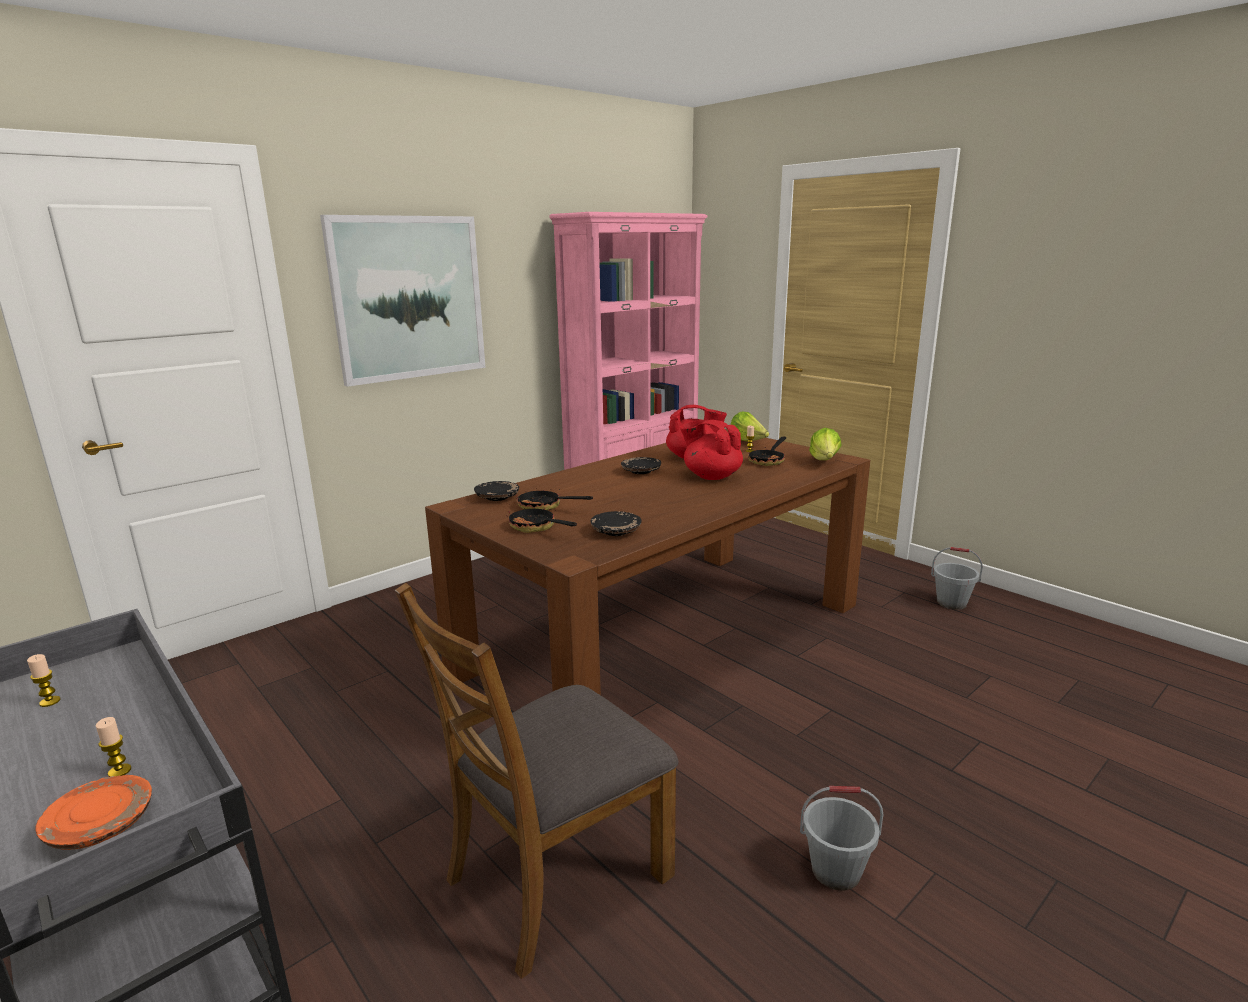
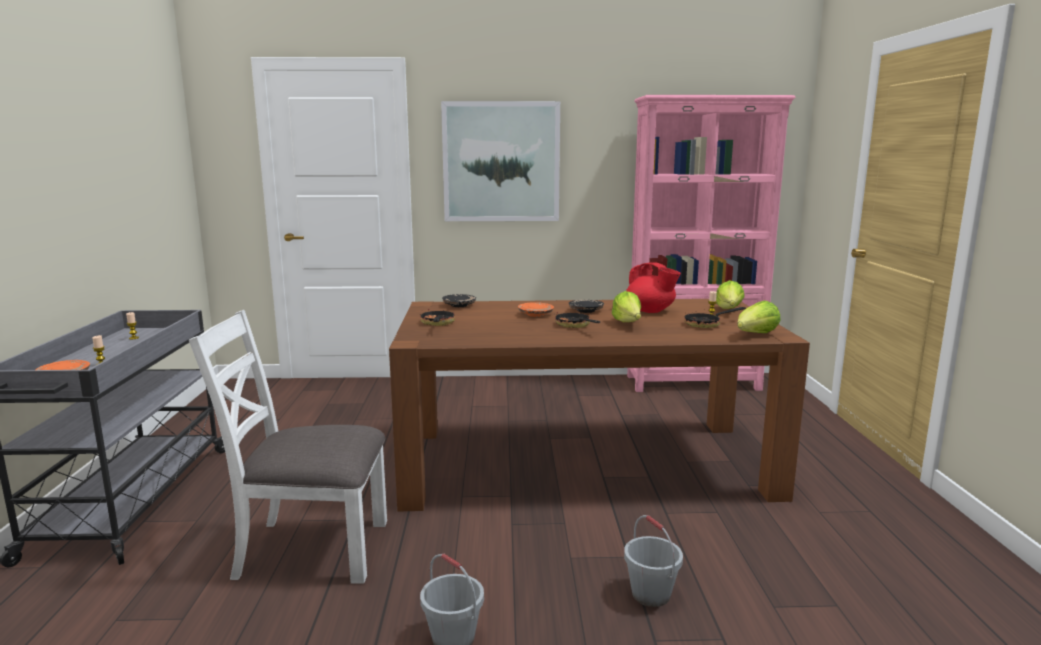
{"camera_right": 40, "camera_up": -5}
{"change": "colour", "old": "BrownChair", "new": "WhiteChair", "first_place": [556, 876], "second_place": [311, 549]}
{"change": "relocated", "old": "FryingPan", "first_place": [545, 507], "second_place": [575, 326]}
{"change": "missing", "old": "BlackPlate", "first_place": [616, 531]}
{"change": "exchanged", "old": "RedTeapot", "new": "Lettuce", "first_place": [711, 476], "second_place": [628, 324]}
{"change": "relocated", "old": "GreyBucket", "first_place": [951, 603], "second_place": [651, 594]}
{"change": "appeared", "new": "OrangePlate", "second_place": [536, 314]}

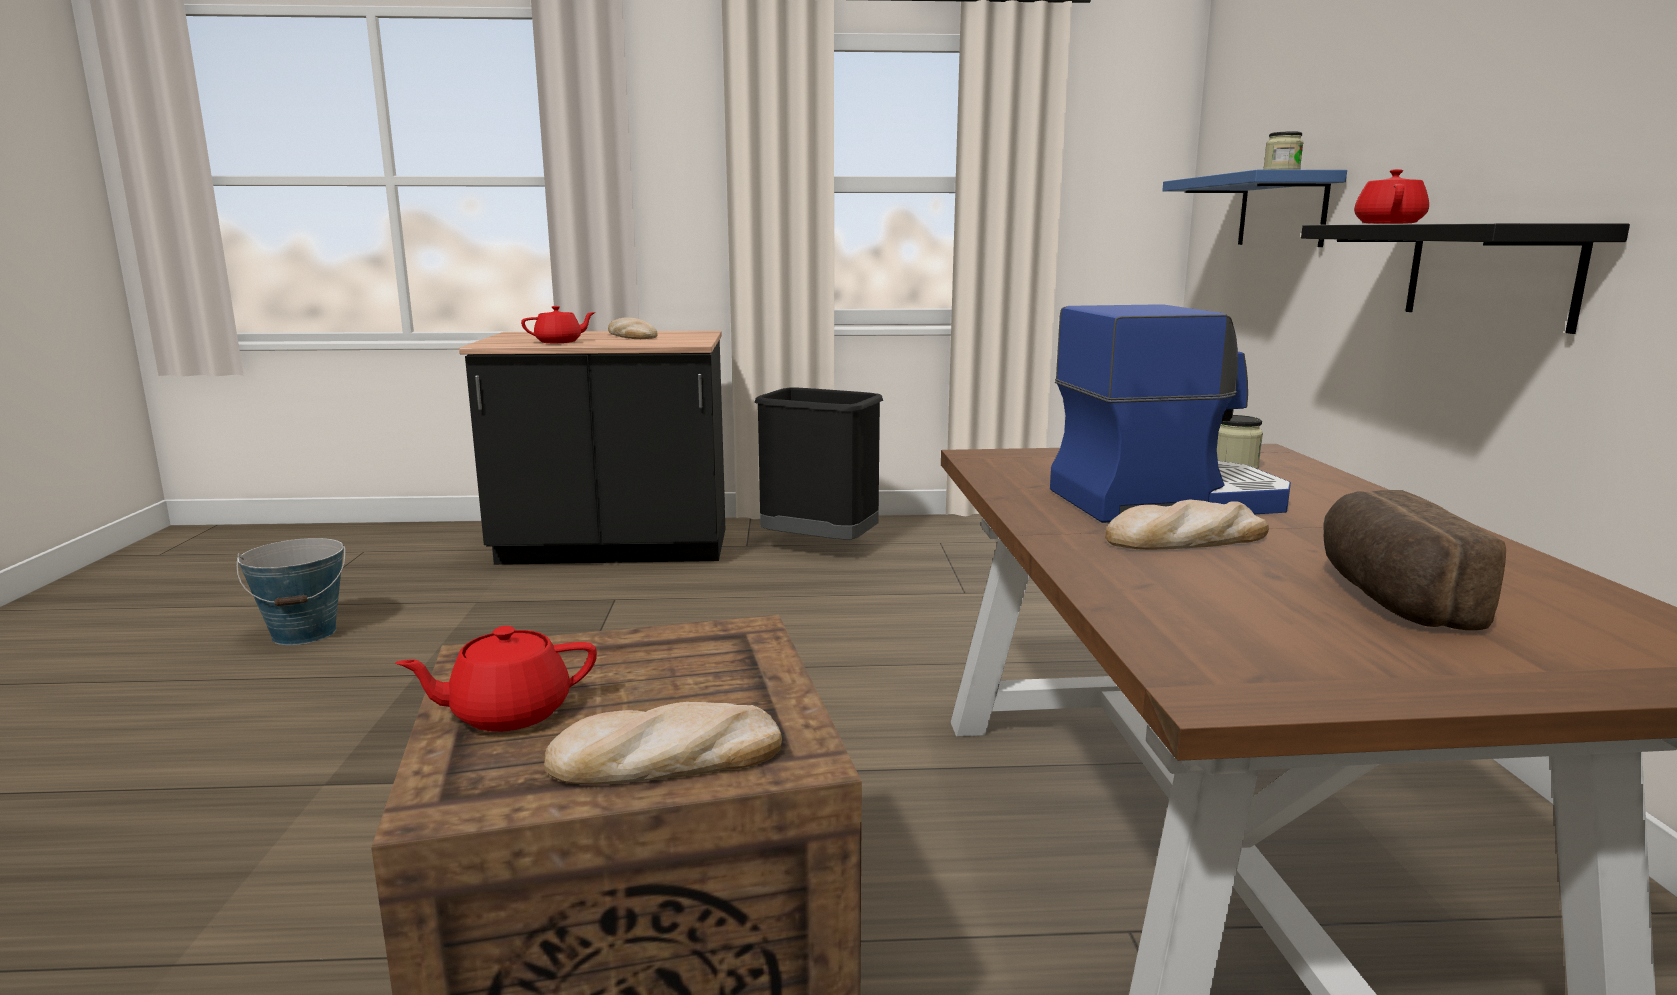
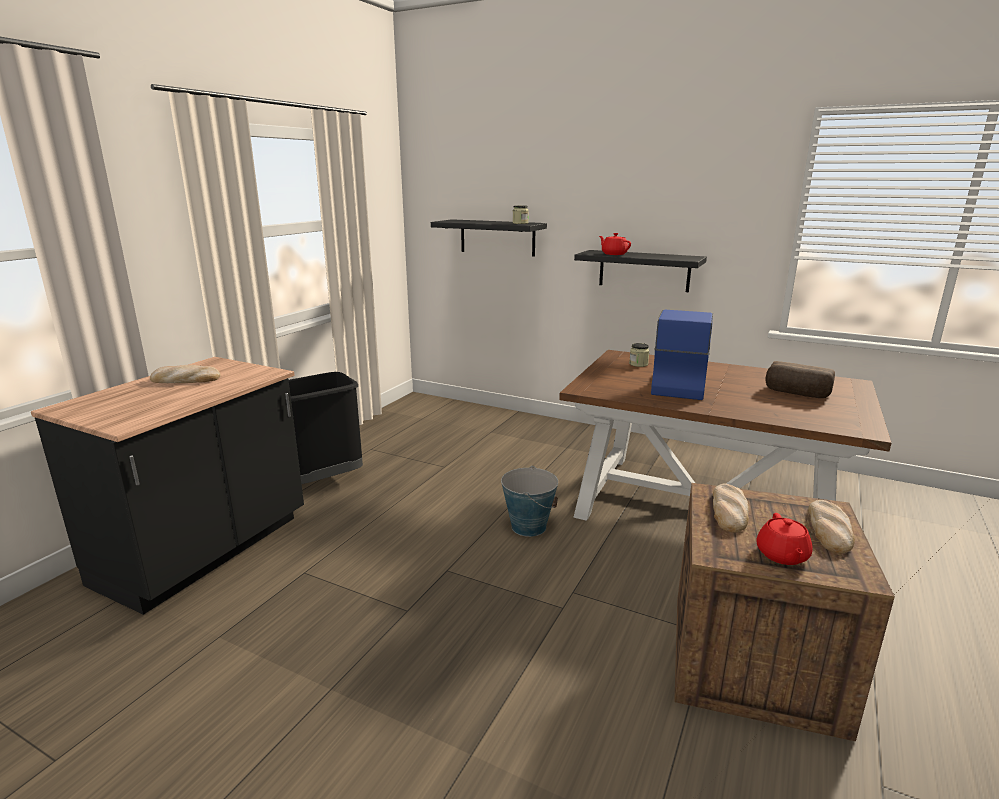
{"camera_right": -60, "camera_up": 5}
{"change": "relocated", "old": "Bucket", "first_place": [305, 633], "second_place": [528, 526]}
{"change": "missing", "old": "RedTeapot", "first_place": [559, 342]}
{"change": "relocated", "old": "Bread", "first_place": [1186, 539], "second_place": [729, 511]}
{"change": "colour", "old": "BlueShelf", "new": "BlackShelf", "first_place": [1281, 211], "second_place": [497, 237]}

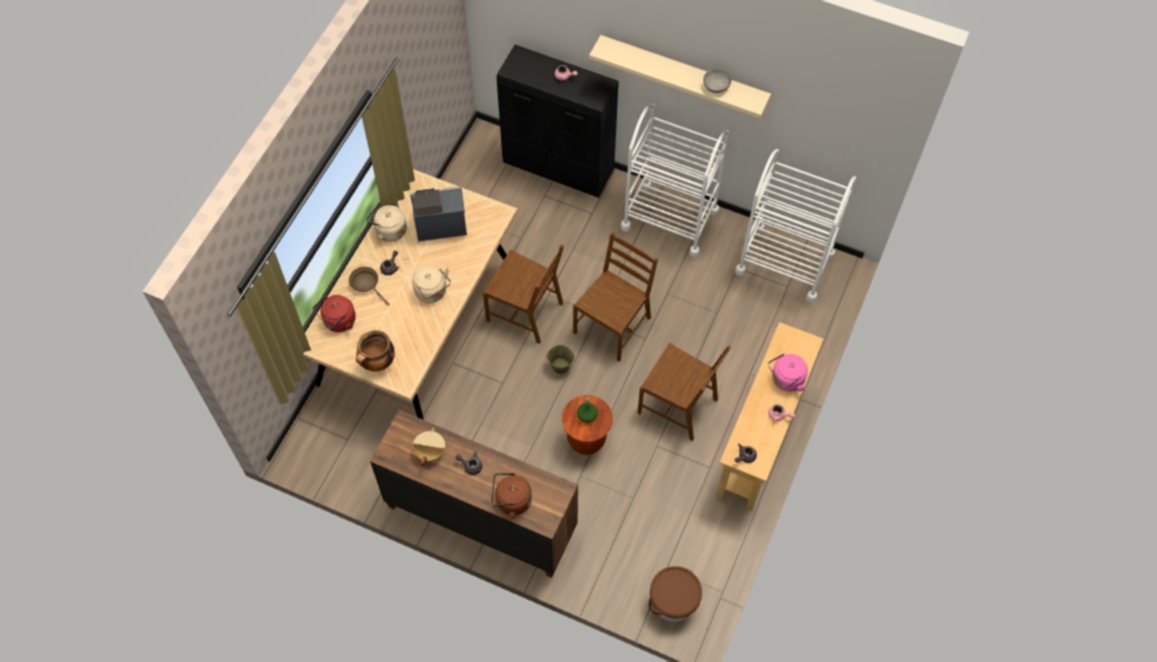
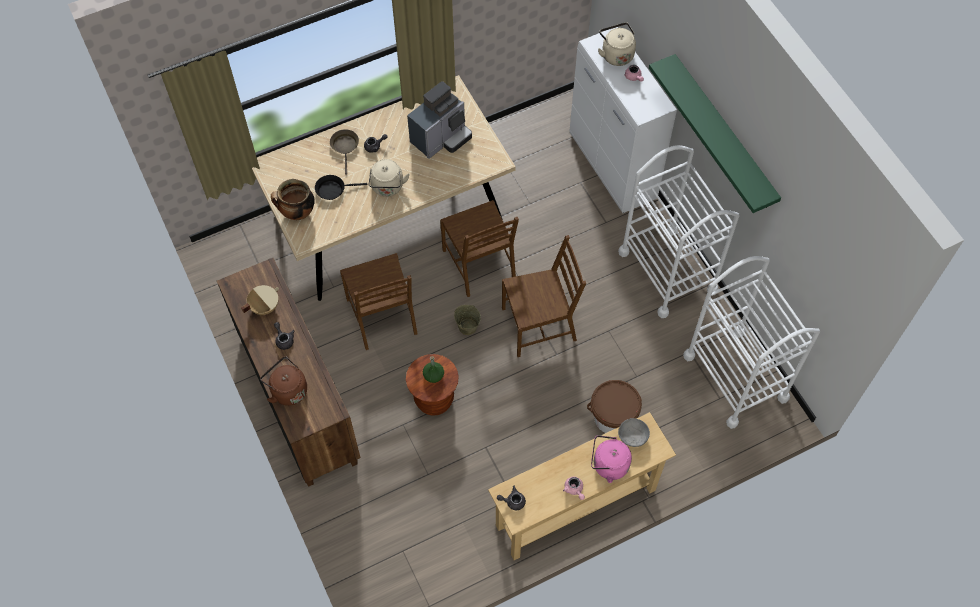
{"camera_right": 40, "camera_up": 0}
{"change": "missing", "old": "RedKettle", "first_place": [338, 322]}
{"change": "relocated", "old": "BeigeKettle", "first_place": [389, 230], "second_place": [616, 54]}
{"change": "spun", "old": "CoffeeMachine", "first_place": [438, 224], "second_place": [441, 138], "degrees": 105}
{"change": "colour", "old": "BlackCabinet", "new": "WhiteCabinet", "first_place": [559, 167], "second_place": [613, 168]}
{"change": "colour", "old": "BeigeShelf", "new": "GreenShelf", "first_place": [683, 74], "second_place": [723, 133]}
{"change": "relocated", "old": "BrownChair", "first_place": [679, 405], "second_place": [383, 316]}
{"change": "relocated", "old": "BrownBucket", "first_place": [673, 602], "second_place": [612, 417]}
{"change": "relocated", "old": "GreyBowl", "first_place": [716, 86], "second_place": [633, 437]}
{"change": "appeared", "new": "BlackFryingPan", "second_place": [333, 190]}

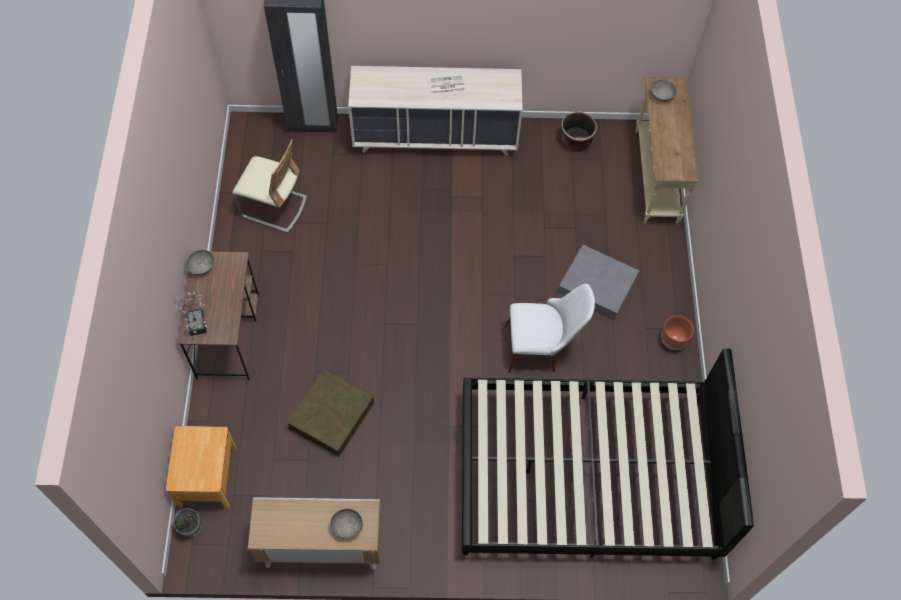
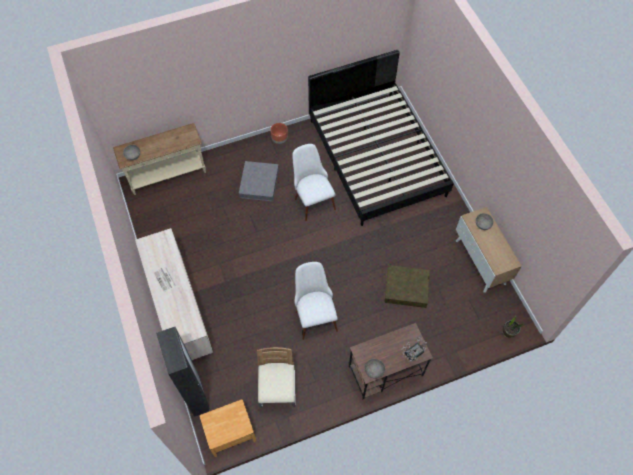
{"camera_right": -110, "camera_up": 0}
{"change": "relocated", "old": "BrownNightstand", "first_place": [207, 477], "second_place": [230, 432]}
{"change": "missing", "old": "BrownPlanter", "first_place": [576, 140]}
{"change": "appeared", "new": "WhiteChair", "second_place": [314, 314]}

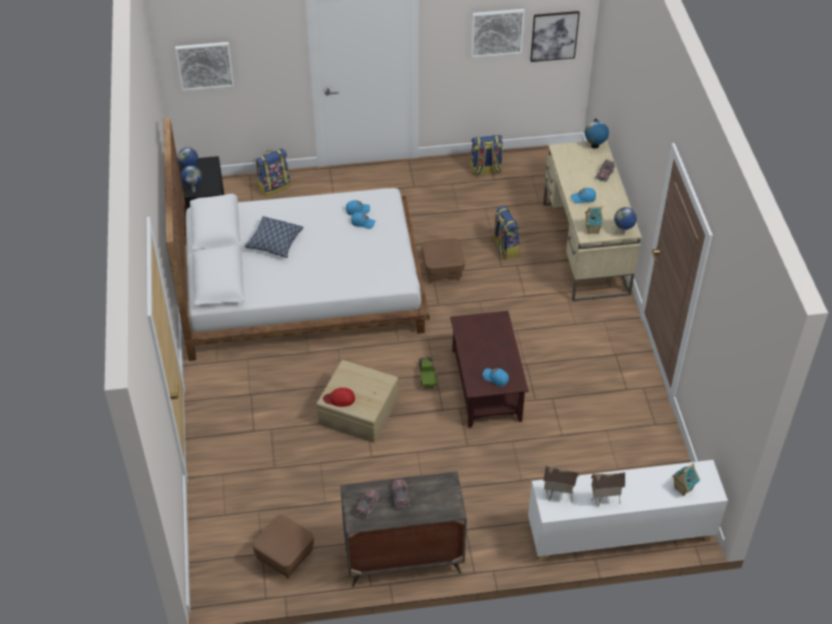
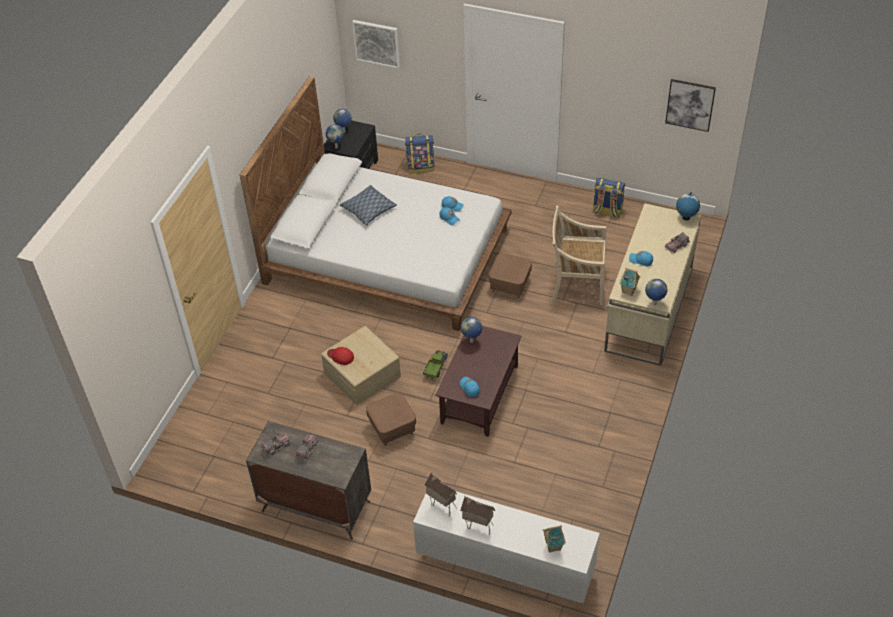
{"camera_right": 30, "camera_up": 0}
{"change": "relocated", "old": "BrownOttoman", "first_place": [285, 556], "second_place": [392, 428]}
{"change": "missing", "old": "Picture", "first_place": [497, 32]}
{"change": "exchanged", "old": "Backpack", "new": "BeigeChair", "first_place": [504, 248], "second_place": [577, 284]}
{"change": "appeared", "new": "Globe", "second_place": [472, 341]}

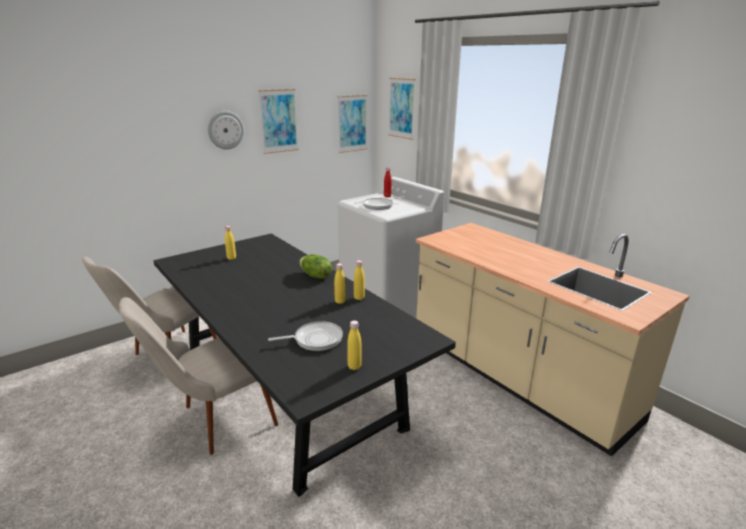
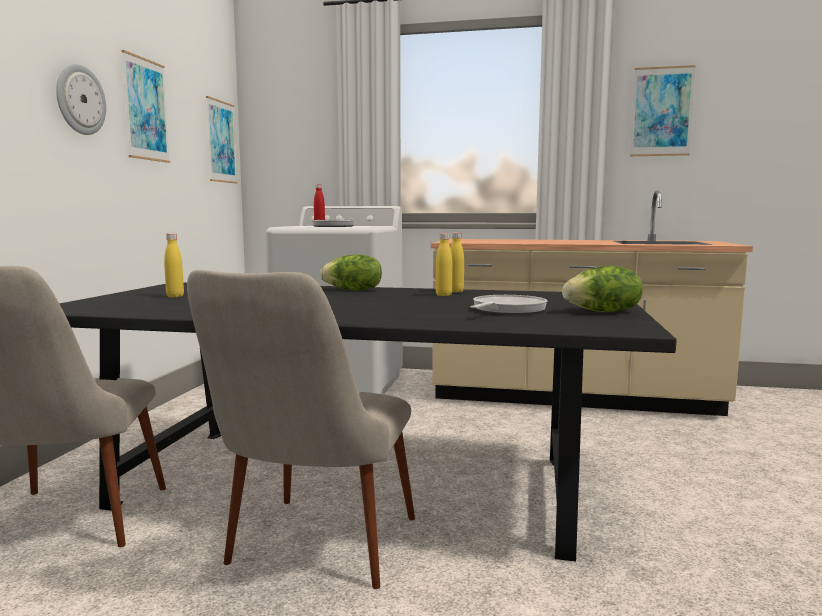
{"camera_right": -40, "camera_up": -15}
{"change": "exchanged", "old": "YellowBottle", "new": "Lettuce", "first_place": [354, 366], "second_place": [603, 312]}
{"change": "relocated", "old": "Picture", "first_place": [401, 108], "second_place": [661, 112]}

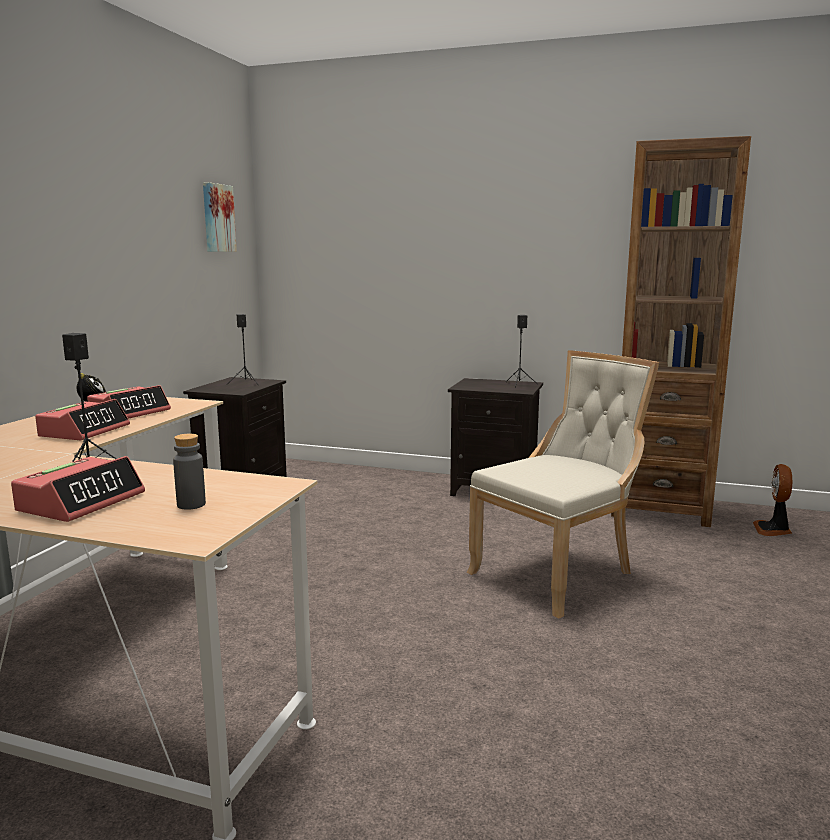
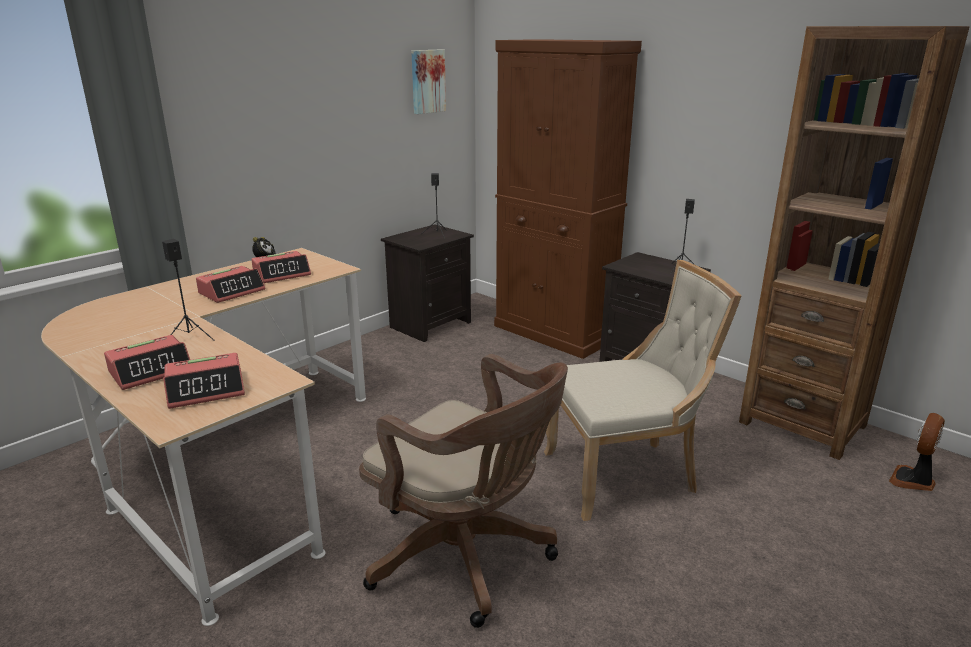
{"camera_right": 25, "camera_up": 10}
{"change": "exchanged", "old": "GreyBottle", "new": "AlarmClock", "first_place": [191, 505], "second_place": [206, 390]}
{"change": "appeared", "new": "BrownOfficeChair", "second_place": [466, 557]}
{"change": "appeared", "new": "BrownCabinet", "second_place": [554, 333]}

